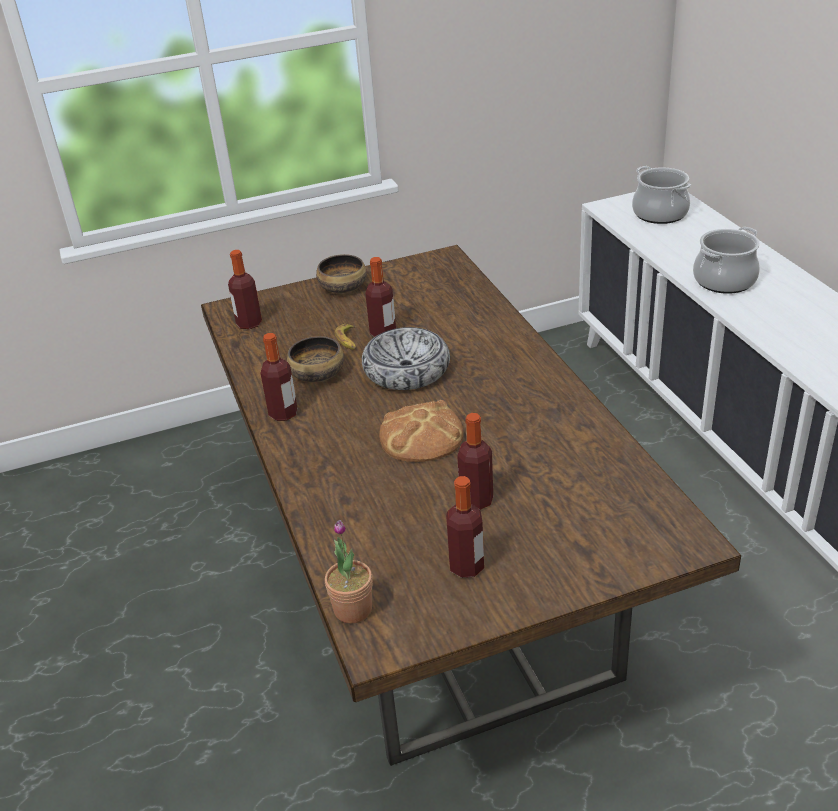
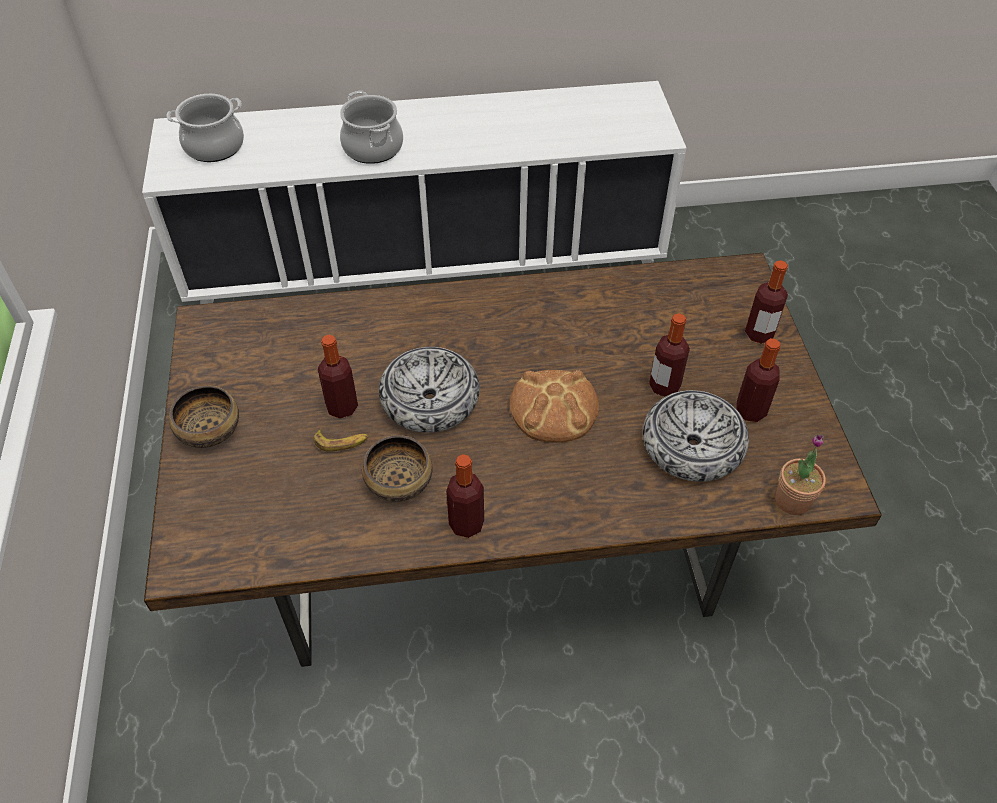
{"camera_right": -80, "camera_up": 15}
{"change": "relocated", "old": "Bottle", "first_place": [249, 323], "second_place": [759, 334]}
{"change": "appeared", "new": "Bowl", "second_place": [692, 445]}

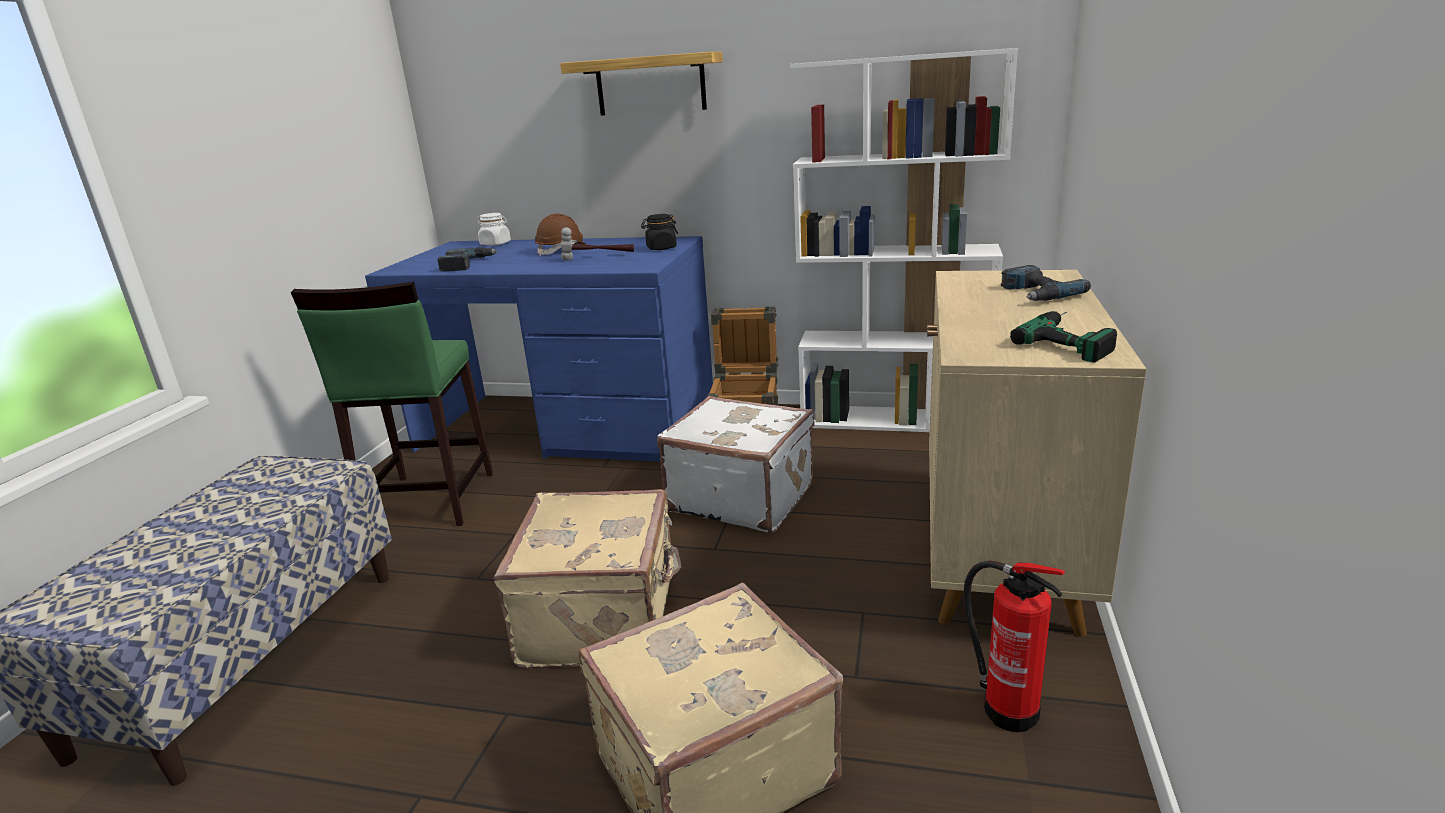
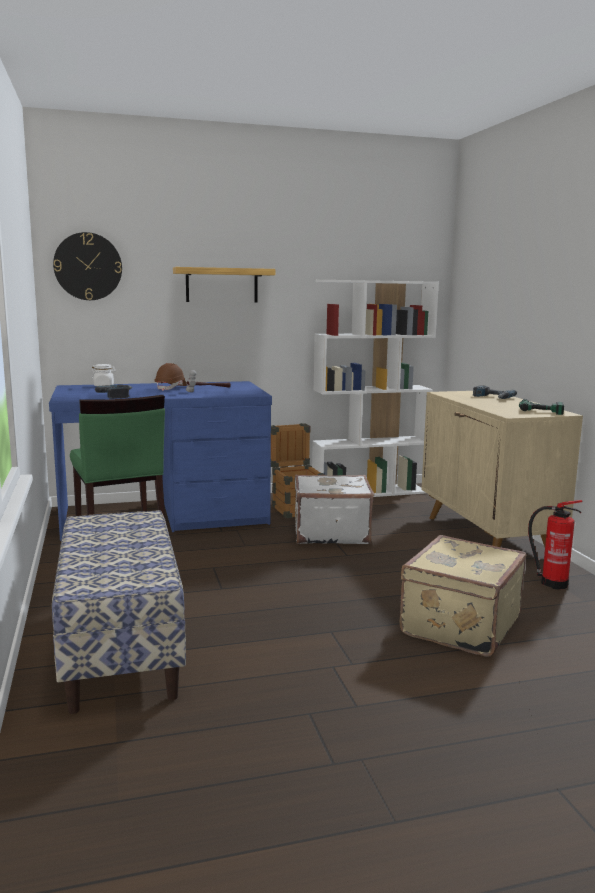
{"camera_right": -30, "camera_up": -10}
{"change": "missing", "old": "BeigeSuitcase", "first_place": [603, 618]}
{"change": "missing", "old": "BlackJar", "first_place": [661, 248]}
{"change": "appeared", "new": "WallClock", "second_place": [88, 266]}

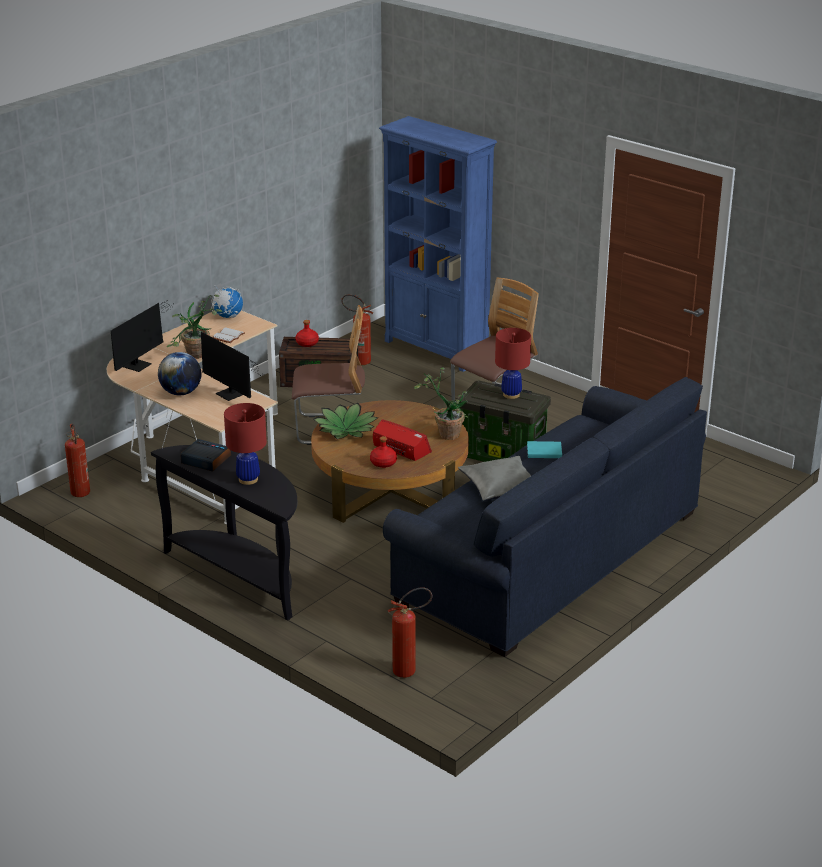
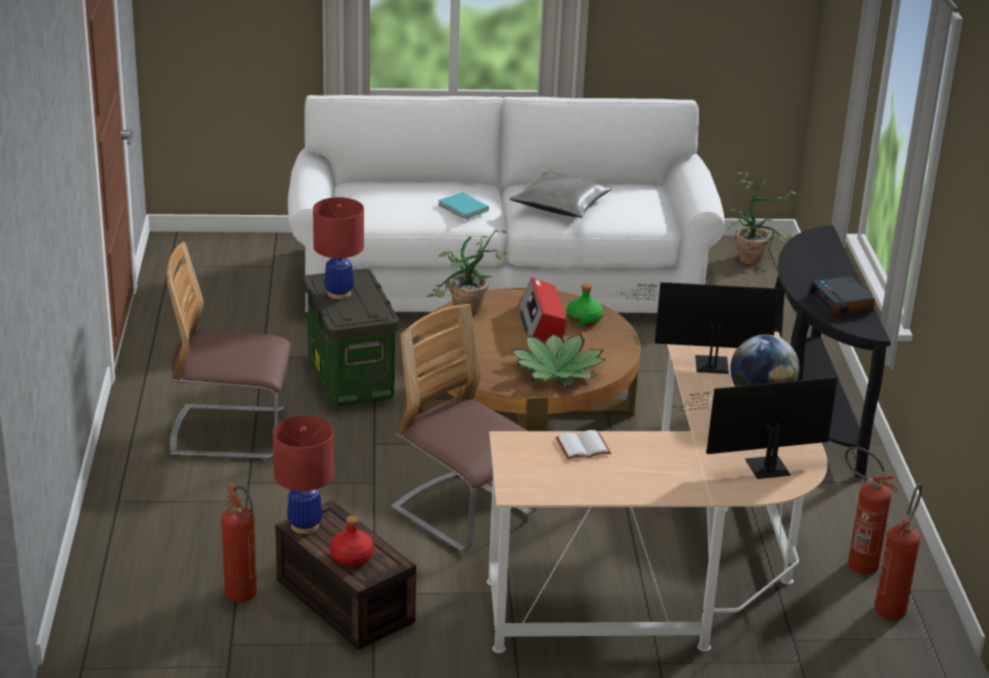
{"camera_right": -135, "camera_up": 0}
{"change": "relocated", "old": "PottedPlant", "first_place": [195, 357], "second_place": [754, 257]}
{"change": "spun", "old": "Monitor", "first_place": [231, 395], "second_place": [705, 363], "degrees": -90}
{"change": "missing", "old": "Globe", "first_place": [227, 316]}
{"change": "relocated", "old": "RedTableLamp", "first_place": [248, 479], "second_place": [305, 525]}
{"change": "colour", "old": "RedBottle", "new": "GreenBottle", "first_place": [383, 463], "second_place": [584, 320]}
{"change": "missing", "old": "BlueBookcase", "first_place": [436, 349]}
{"change": "colour", "old": "BlueSofa", "new": "WhiteSofa", "first_place": [549, 556], "second_place": [500, 284]}
{"change": "relocated", "old": "FireExtinguisher", "first_place": [410, 670], "second_place": [855, 563]}

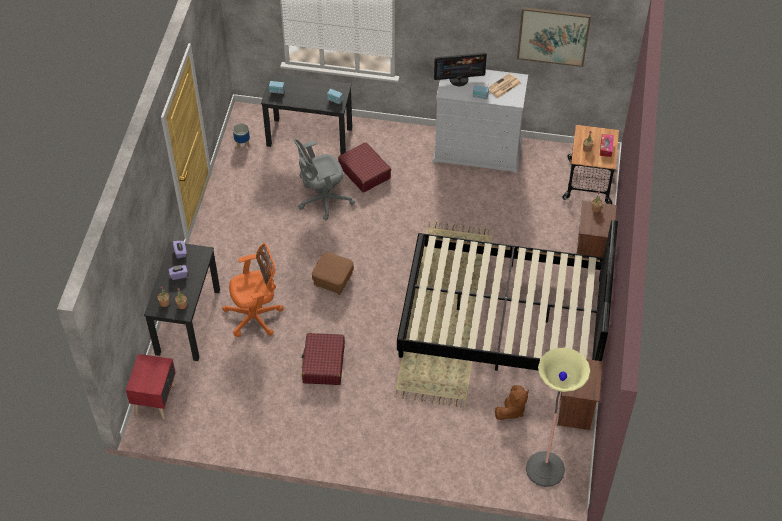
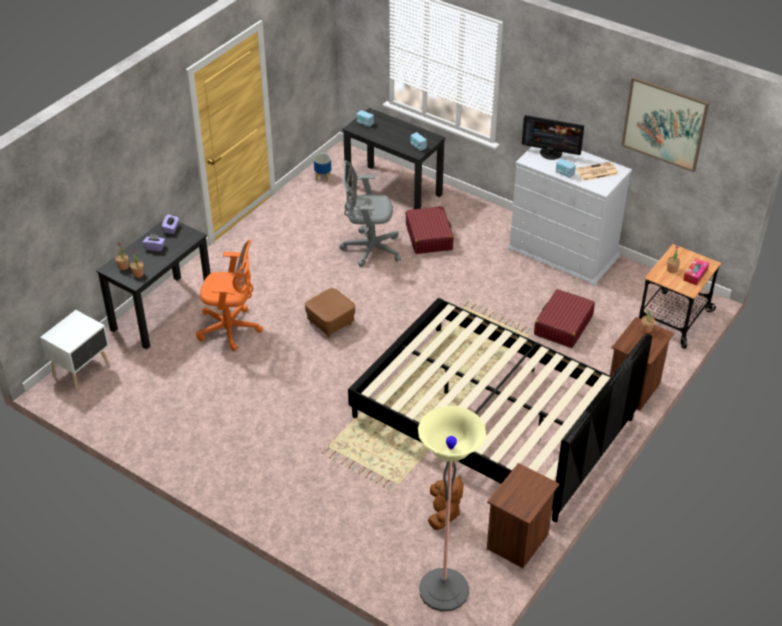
{"camera_right": 25, "camera_up": -10}
{"change": "colour", "old": "RedNightstand", "new": "WhiteNightstand", "first_place": [156, 399], "second_place": [82, 369]}
{"change": "relocated", "old": "RedSuitcase", "first_place": [323, 364], "second_place": [563, 325]}
{"change": "spun", "old": "BrownPlushToy", "first_place": [511, 410], "second_place": [443, 514], "degrees": -60}

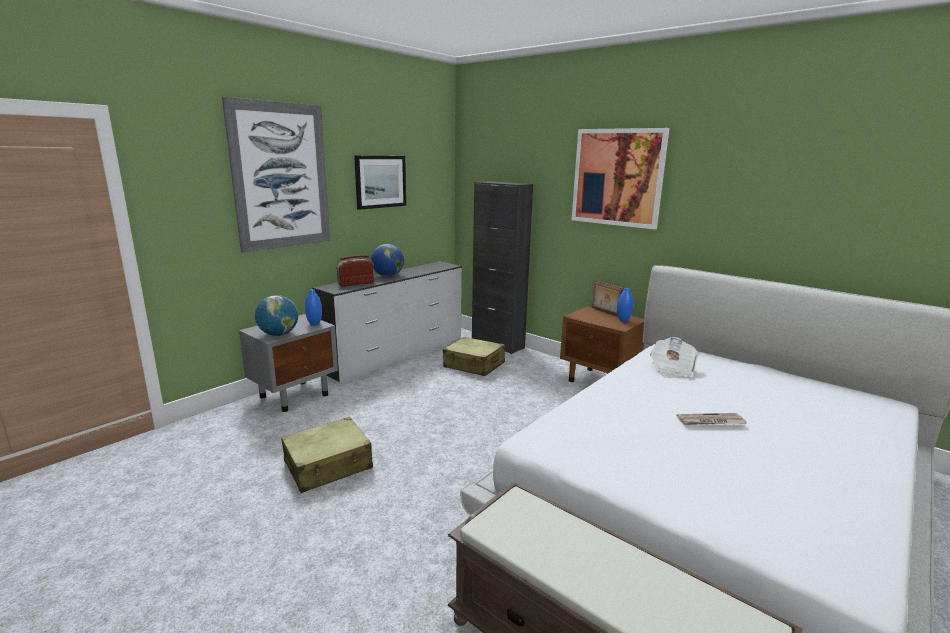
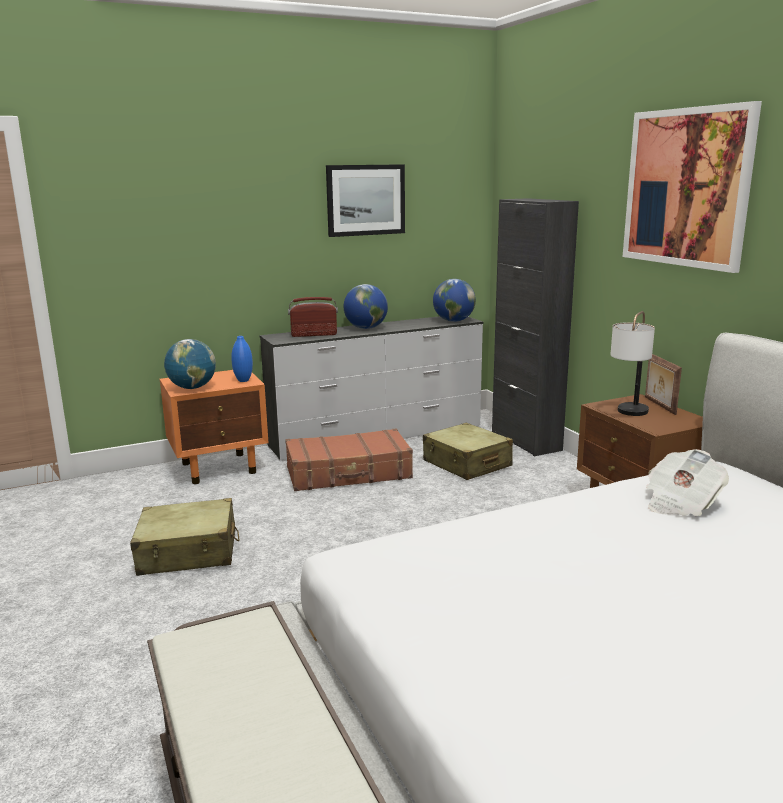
{"camera_right": 25, "camera_up": 0}
{"change": "missing", "old": "Picture", "first_place": [281, 176]}
{"change": "colour", "old": "GreyNightstand", "new": "OrangeNightstand", "first_place": [295, 395], "second_place": [220, 467]}
{"change": "missing", "old": "BlueVase", "first_place": [623, 320]}
{"change": "missing", "old": "Newspaper", "first_place": [710, 421]}
{"change": "appeared", "new": "BrownSuitcase", "second_place": [349, 473]}
{"change": "appeared", "new": "Globe", "second_place": [453, 321]}
{"change": "appeared", "new": "TableLamp", "second_place": [628, 415]}

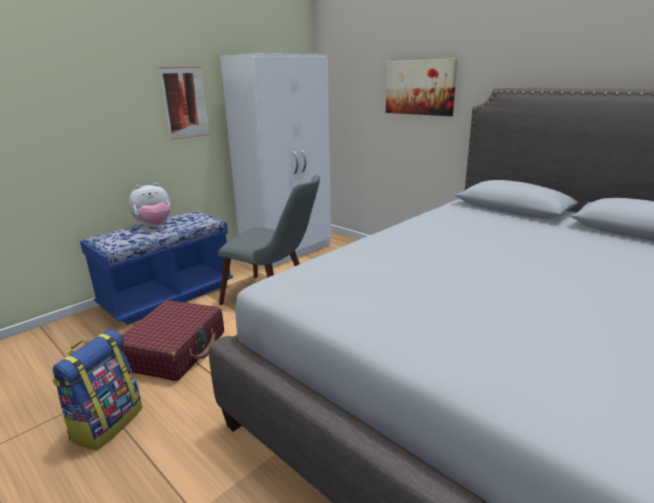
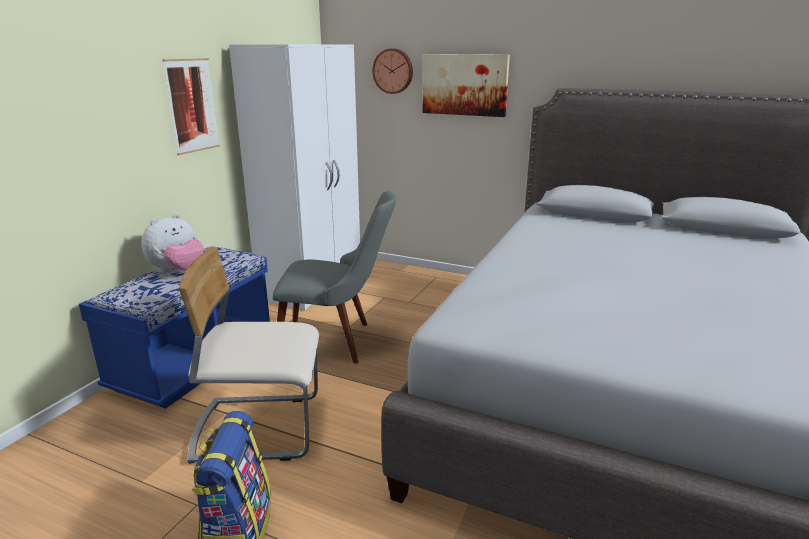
{"camera_right": -20, "camera_up": 0}
{"change": "exchanged", "old": "RedSuitcase", "new": "BeigeChair", "first_place": [175, 350], "second_place": [258, 428]}
{"change": "appeared", "new": "WallClock", "second_place": [393, 71]}

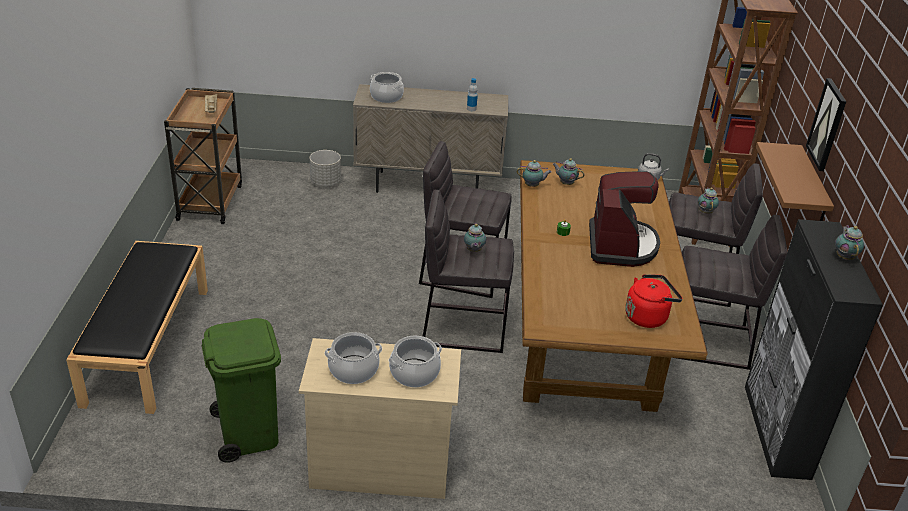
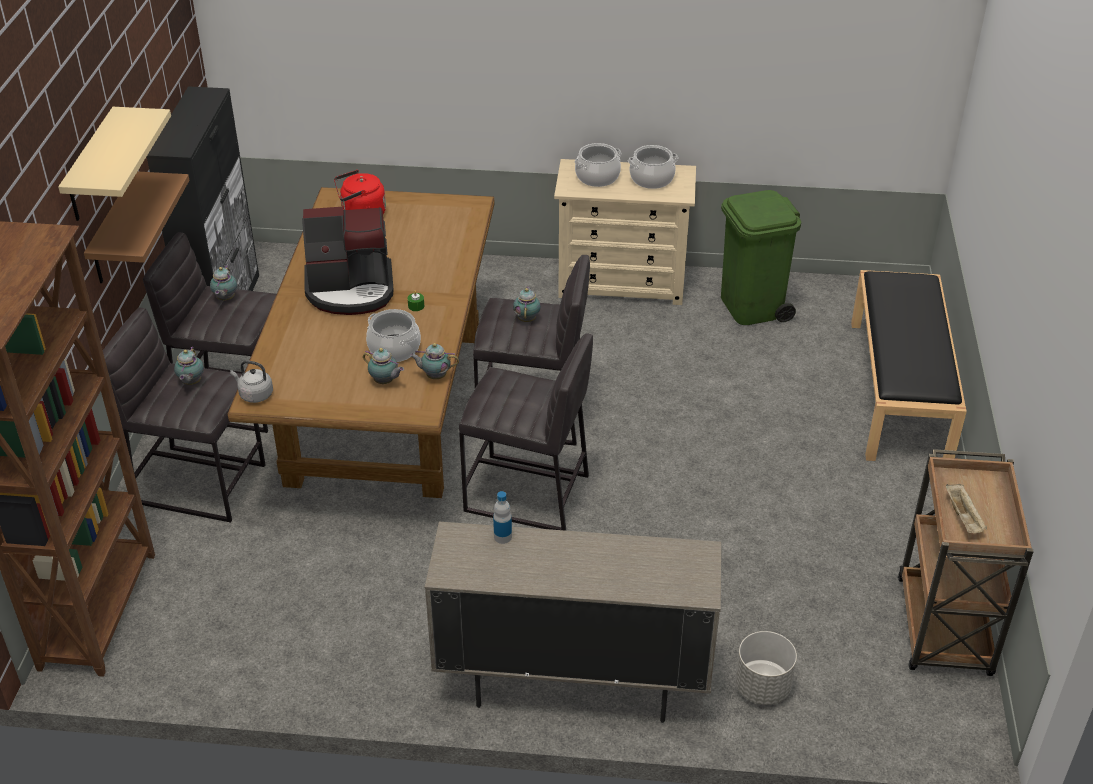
{"camera_right": -175, "camera_up": 5}
{"change": "relocated", "old": "CookingPot", "first_place": [386, 97], "second_place": [394, 348]}
{"change": "spun", "old": "CoffeeMachine", "first_place": [621, 246], "second_place": [351, 290], "degrees": -105}
{"change": "exchanged", "old": "Picture", "new": "BeigeShelf", "first_place": [827, 124], "second_place": [91, 166]}
{"change": "relocated", "old": "Teapot", "first_place": [844, 257], "second_place": [225, 299]}

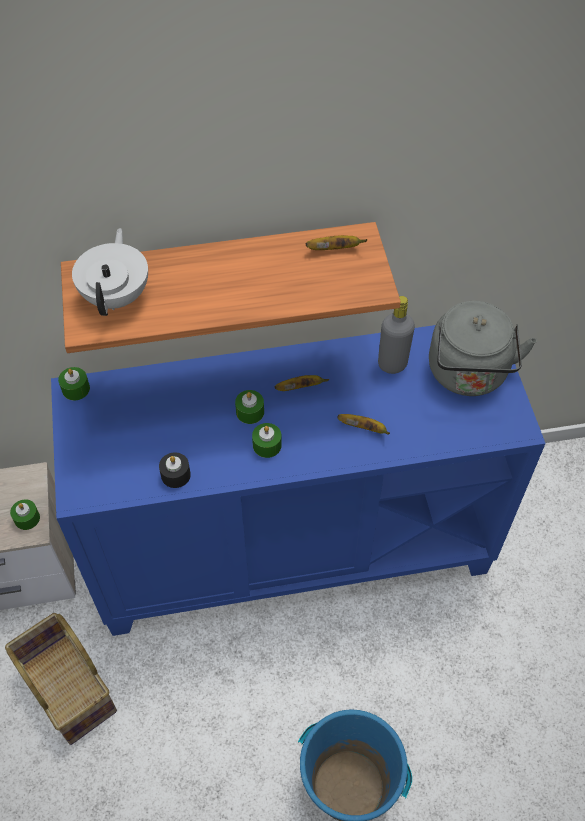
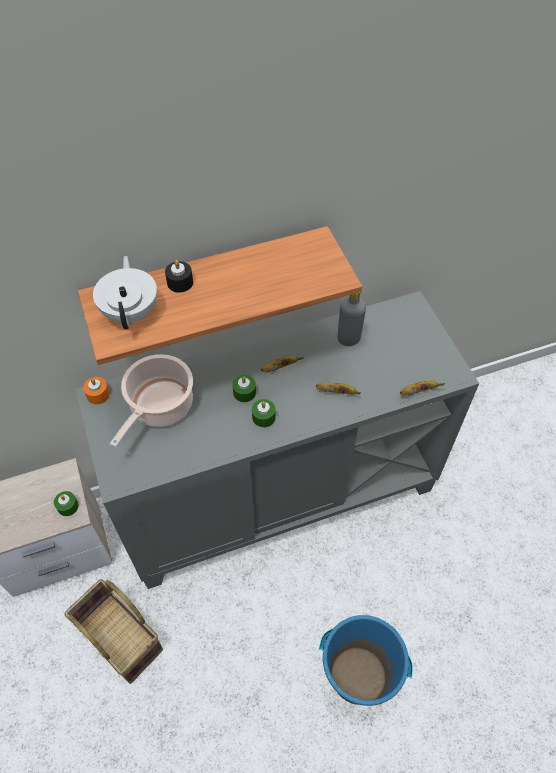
{"camera_right": -10, "camera_up": 0}
{"change": "colour", "old": "BlueCabinet", "new": "GreyCabinet", "first_place": [292, 544], "second_place": [277, 492]}
{"change": "colour", "old": "GreenCandle", "new": "OrangeCandle", "first_place": [76, 389], "second_place": [98, 394]}
{"change": "relocated", "old": "BlackCandle", "first_place": [175, 475], "second_place": [180, 282]}
{"change": "relocated", "old": "Banana", "first_place": [334, 249], "second_place": [418, 391]}
{"change": "missing", "old": "GreyKettle", "first_place": [468, 375]}
{"change": "appeared", "new": "CookingPot", "second_place": [159, 407]}

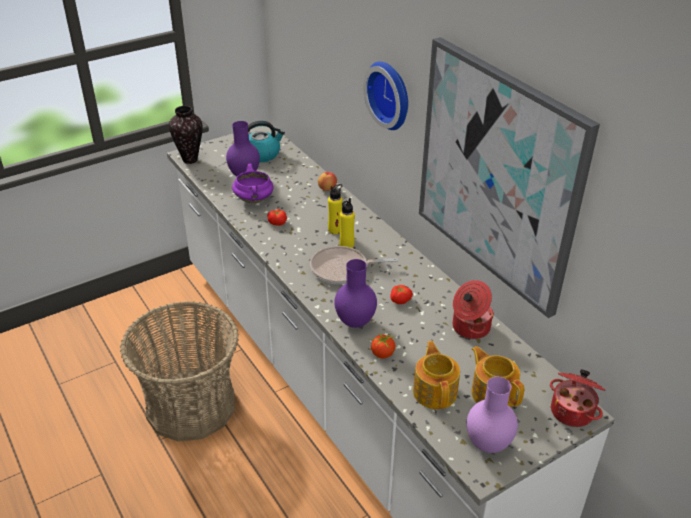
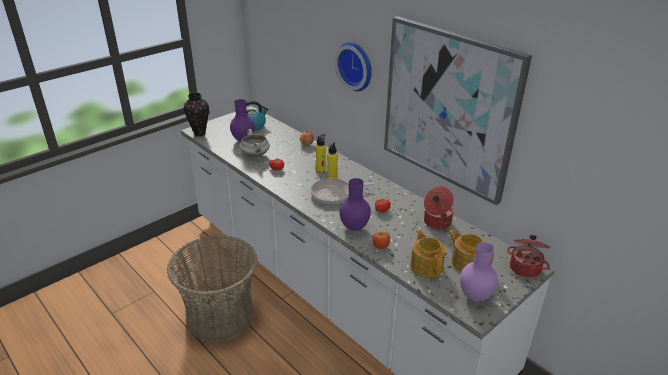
{"camera_right": -10, "camera_up": -5}
{"change": "colour", "old": "PurpleCookingPot", "new": "WhiteCookingPot", "first_place": [254, 200], "second_place": [255, 155]}

